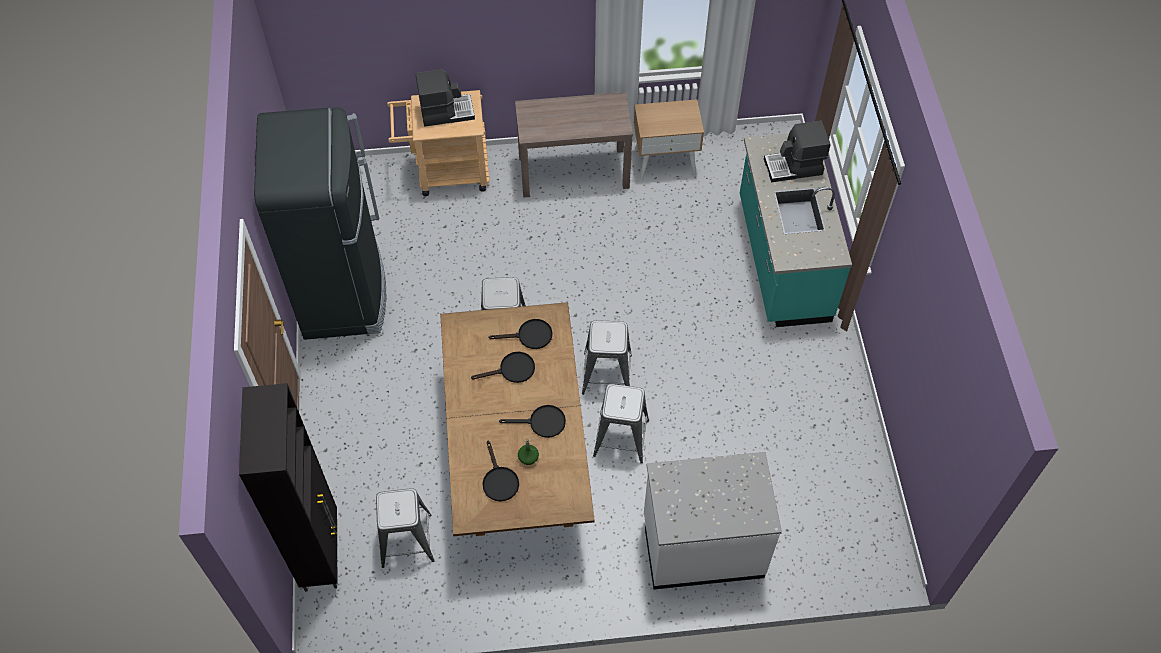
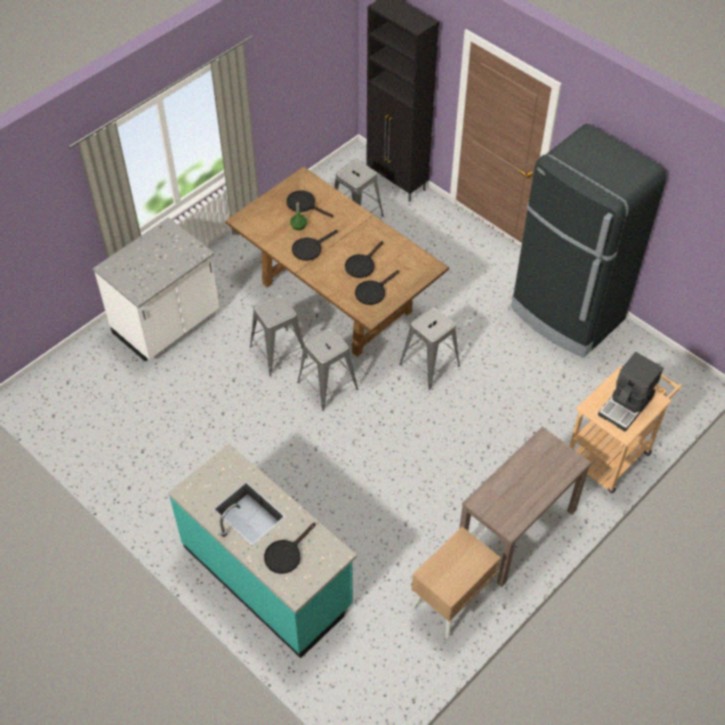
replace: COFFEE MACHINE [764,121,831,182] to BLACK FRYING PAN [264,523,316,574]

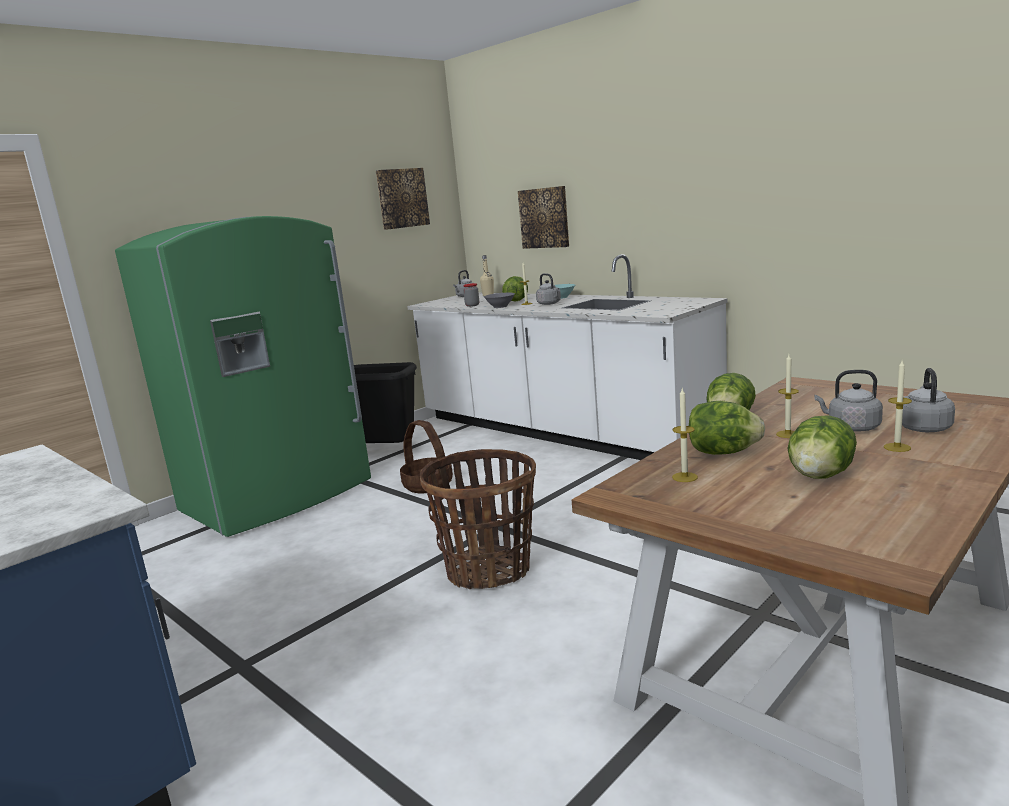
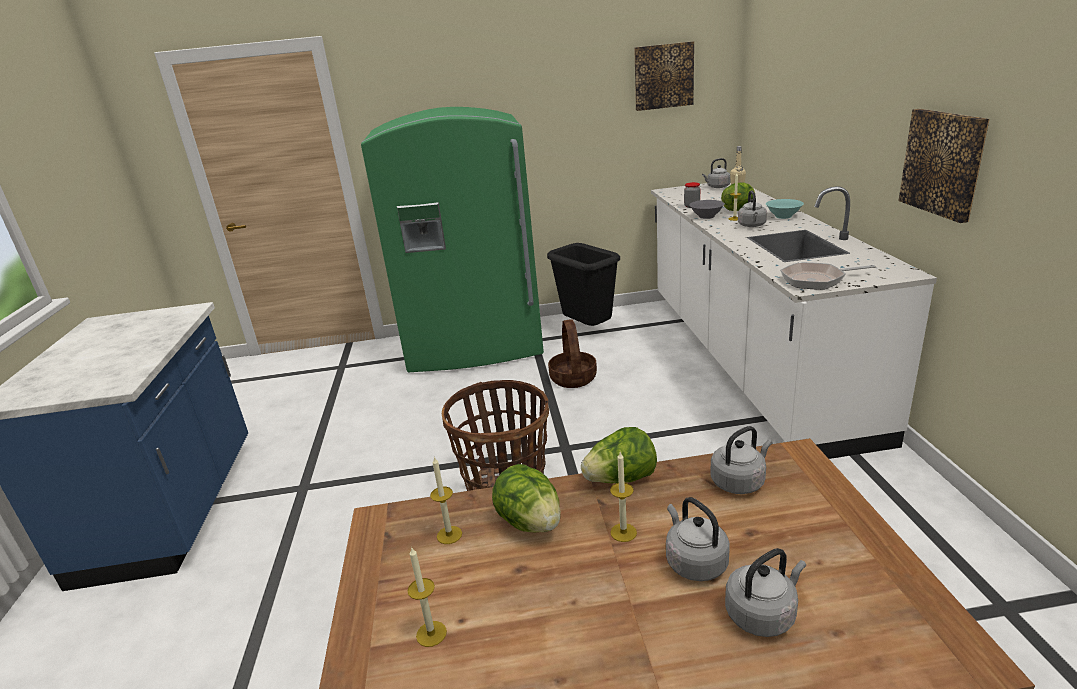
delete: LETTUCE [788,416,857,479]
insert: GREY KETTLE [710,426,772,494]; FRYING PAN [780,262,875,290]
move: CANDLE [884,360,912,452] to [408,548,447,647]; PICTURE [518,186,569,249] to [898,109,990,223]

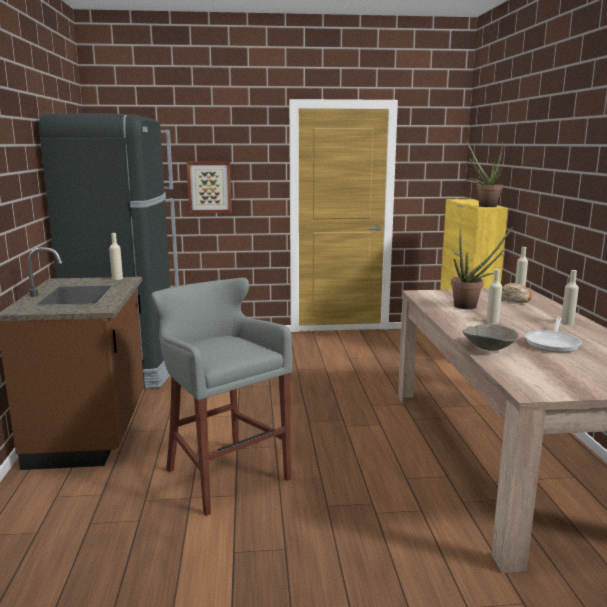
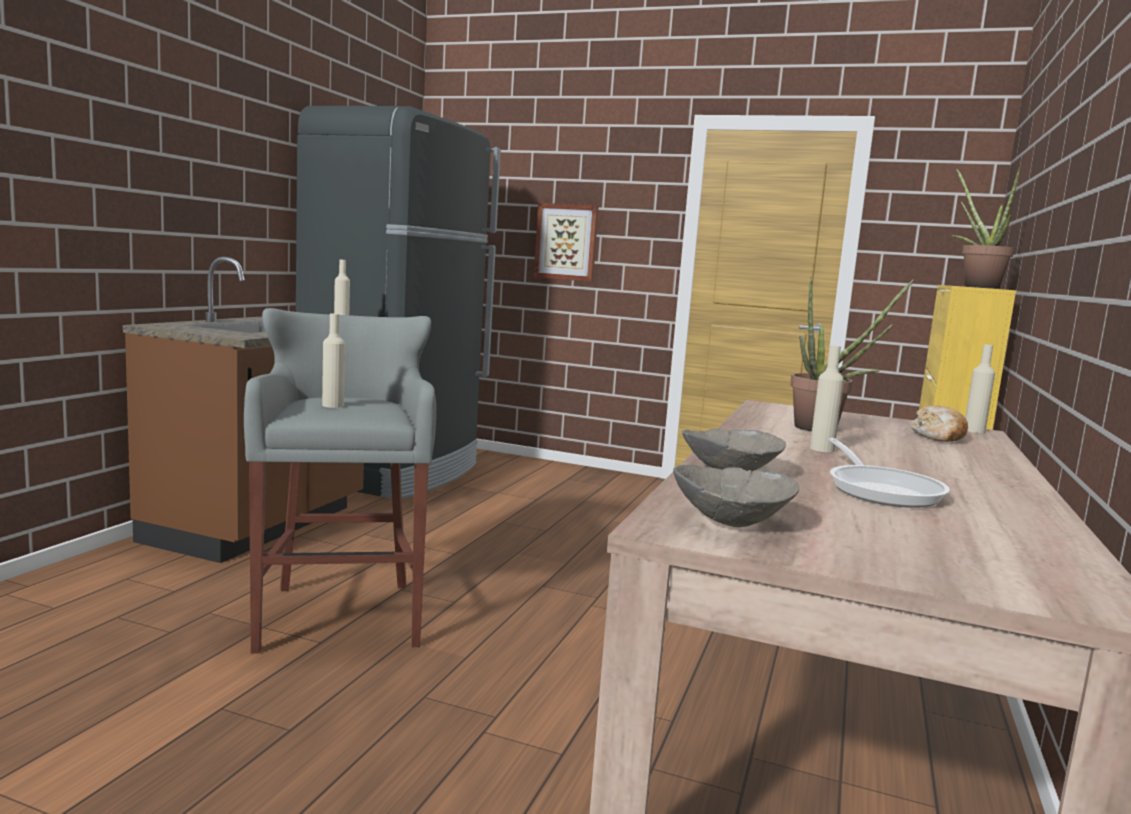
insert: GREY BOWL [673,464,800,527]
move: BEIGE BOTTLE [561,270,579,325] to [322,314,345,408]
rotate: FRYING PAN [525,317,582,352] = [828,438,950,508] 60 degrees counterclockwise

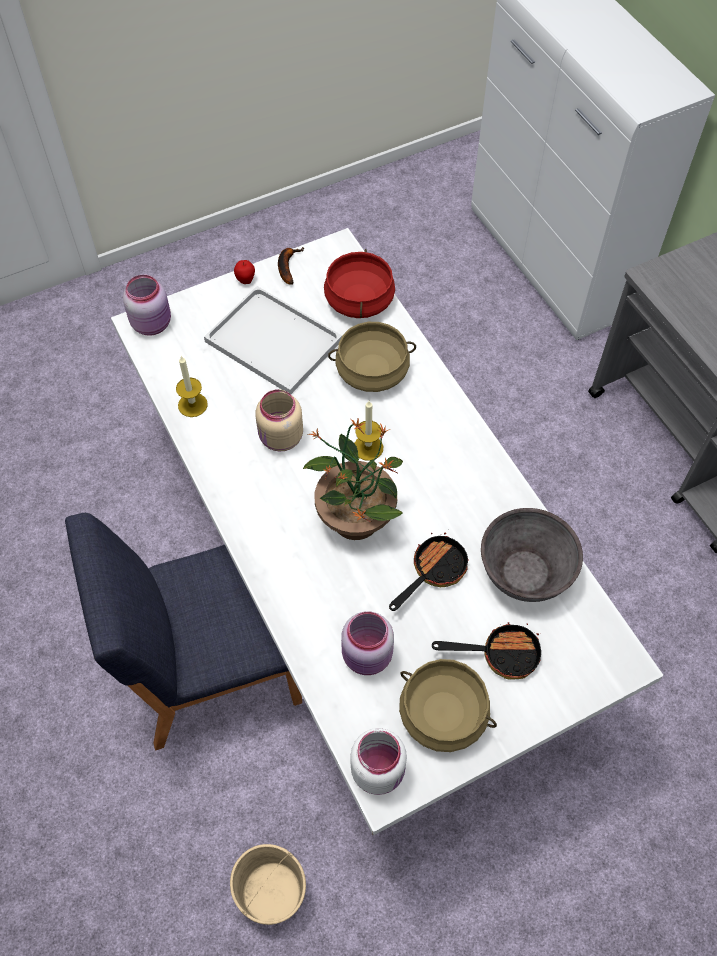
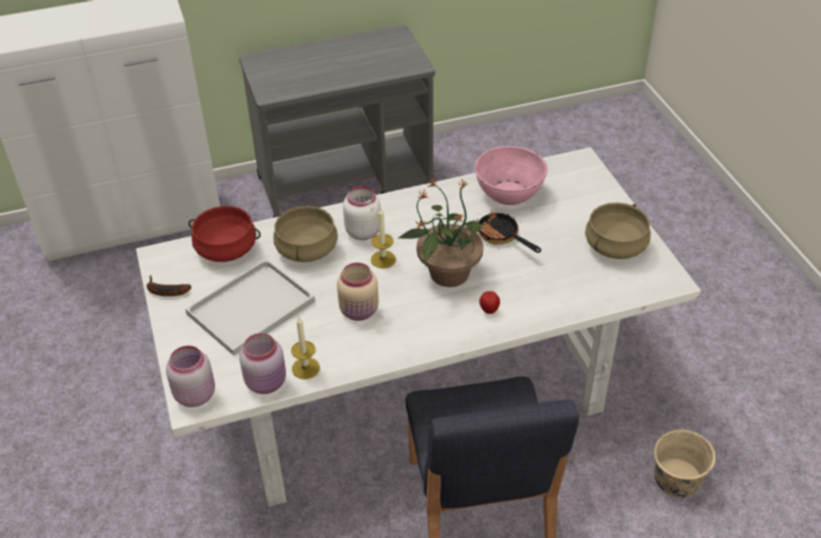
delete: FRYING PAN [432,622,541,680]
move: PINK JAR [341,611,394,675] to [239,333,286,394]; WHITE JAR [350,728,407,795] to [343,186,381,240]; APPLE [234,260,255,284] to [479,291,500,314]
recolor: GREY BOWL [481,508,583,602] to PINK BOWL [474,146,548,205]

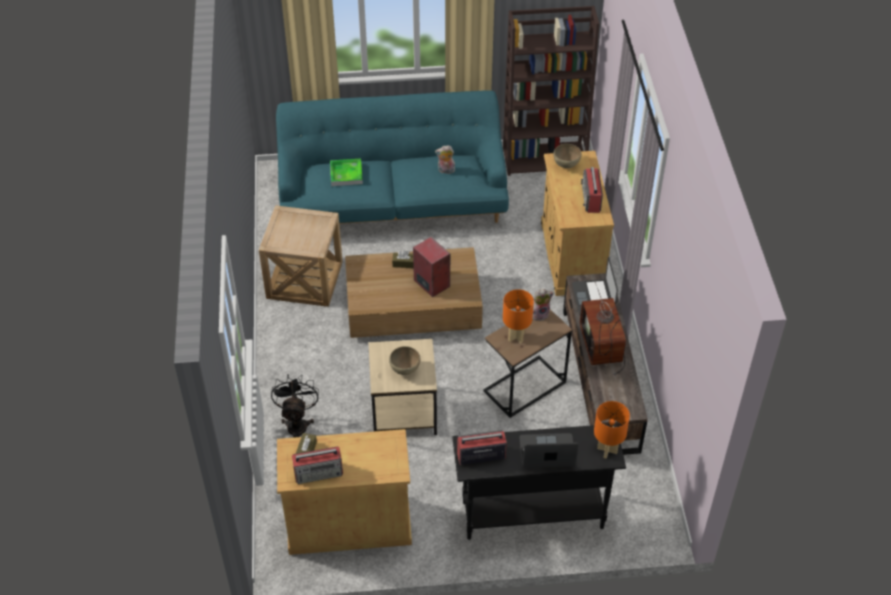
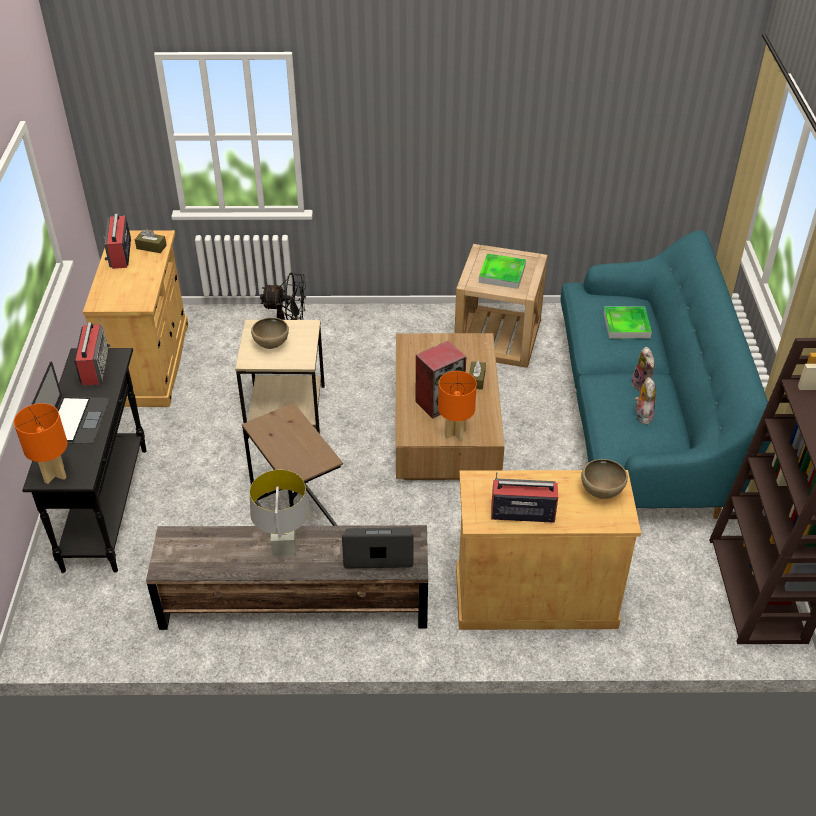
insert: TRAY [479,254,526,289]
move: ORANGE TABLE LAMP [503,289,534,343] to [438,371,477,441]; PLUSH TOY [533,289,554,321] to [632,347,656,391]
replace: TELEVISION [580,282,626,376] to GREY TABLE LAMP [250,470,310,557]

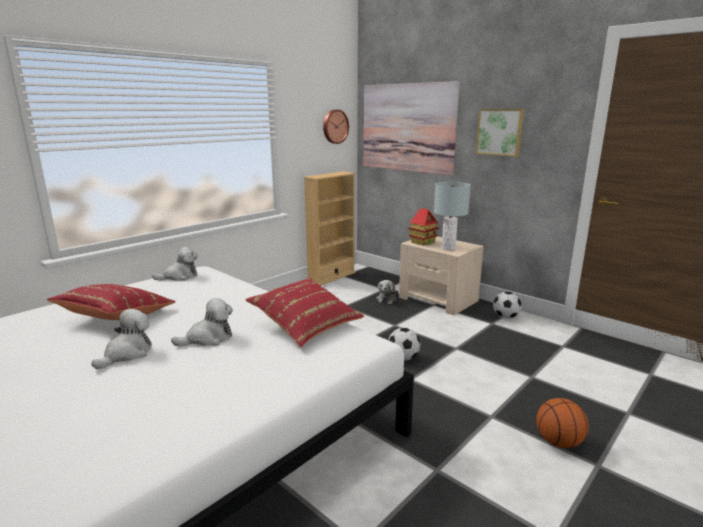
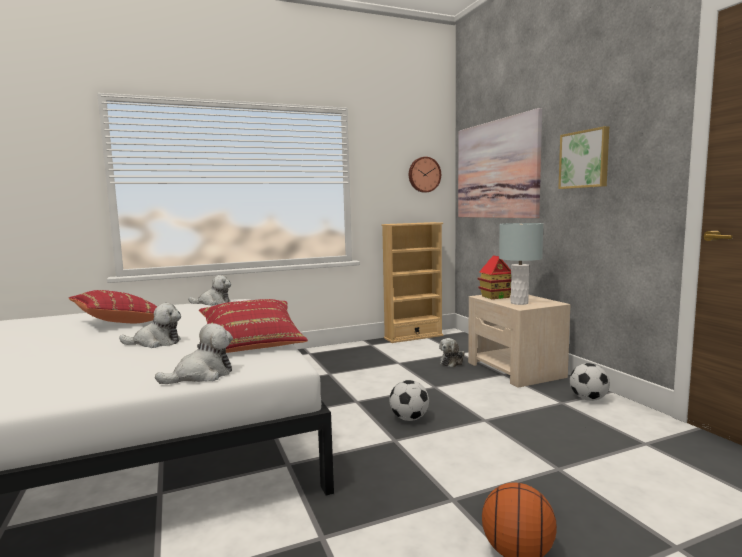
move: PLUSH TOY [91,309,152,369] to [155,323,233,384]

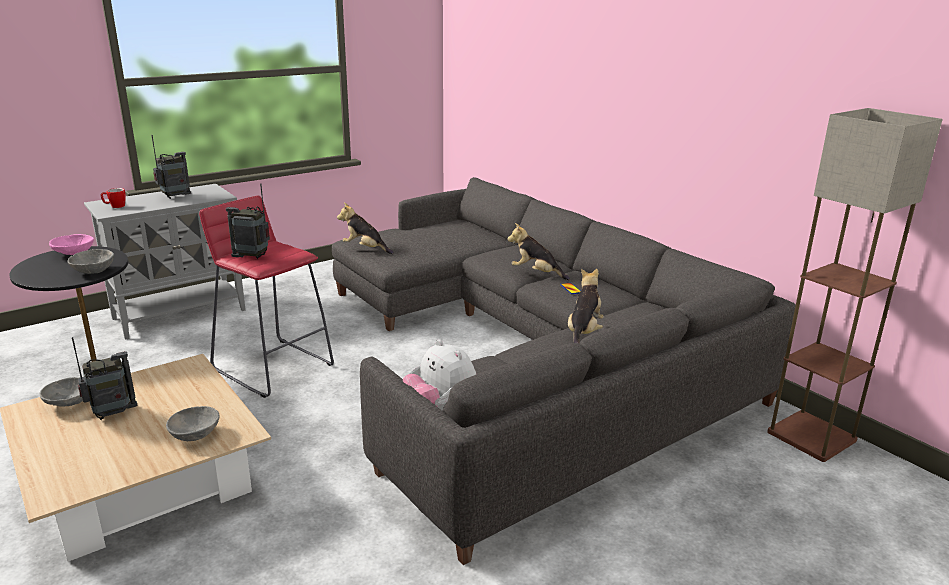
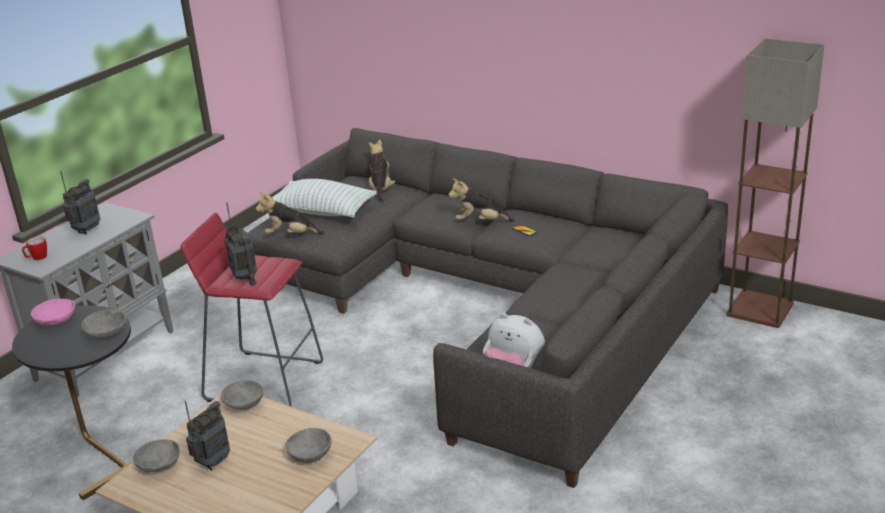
insert: GREY BOWL [220,380,264,410]; PILLOW [272,179,377,217]
move: PLUSH TOY [568,269,604,344] to [369,139,395,203]
rotate: RADIO [226,183,270,259] = [224,202,257,285] 105 degrees counterclockwise

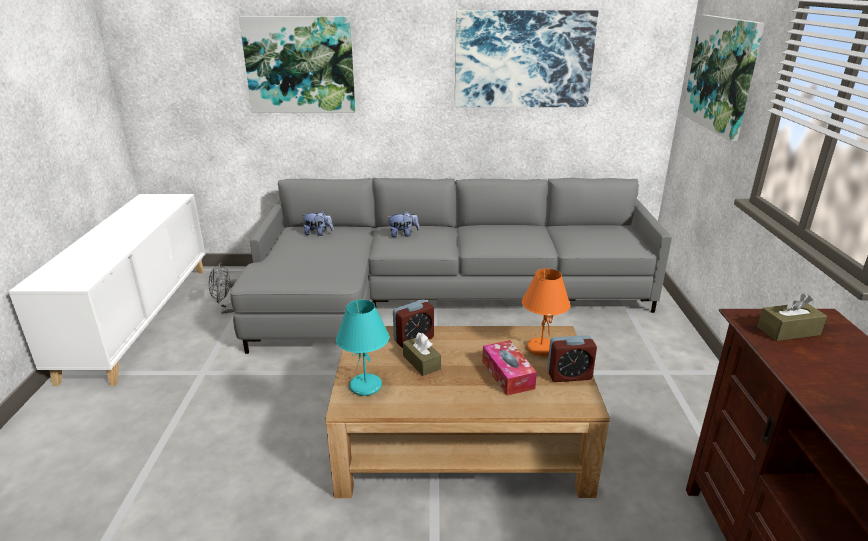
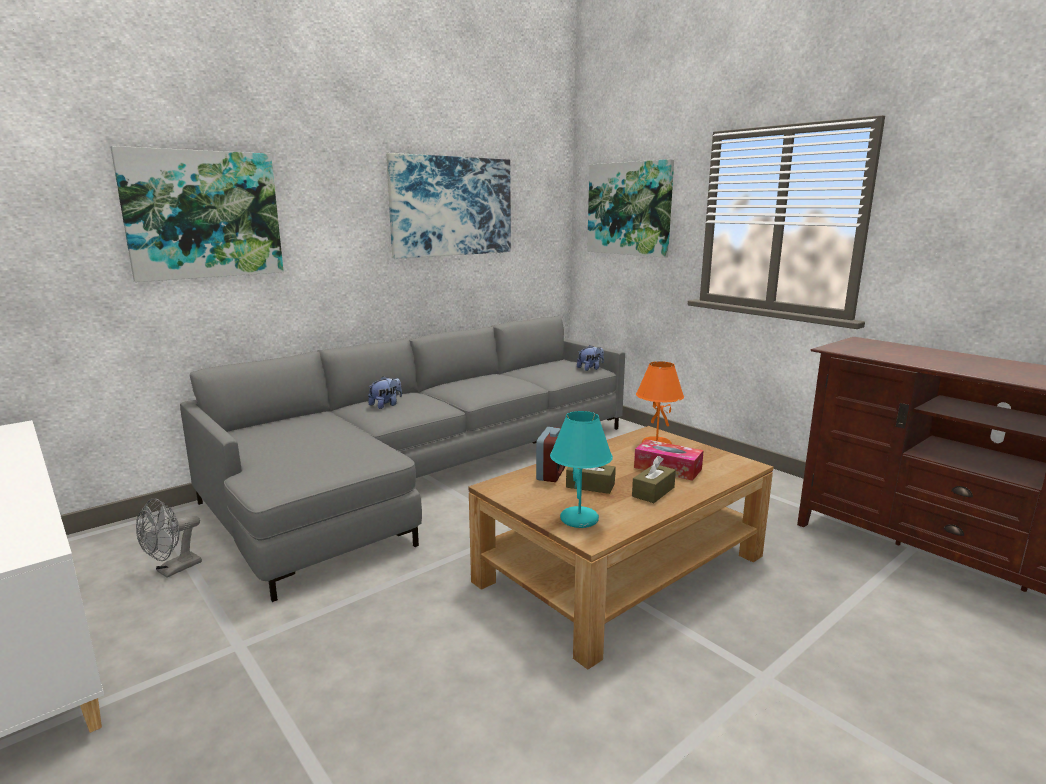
delete: ALARM CLOCK [547,335,597,382]
move: PLUSH TOY [302,210,334,236] to [577,345,604,371]; BROWN TISSUE BOX [757,293,827,341] to [632,456,676,503]

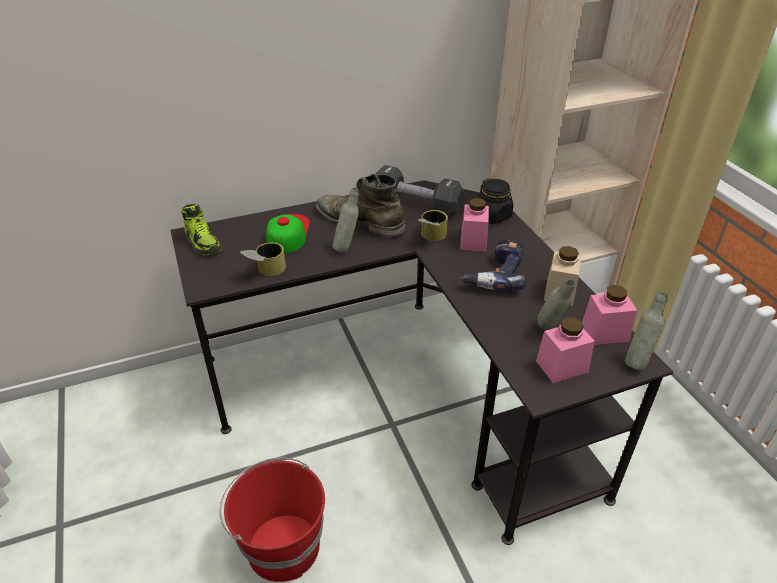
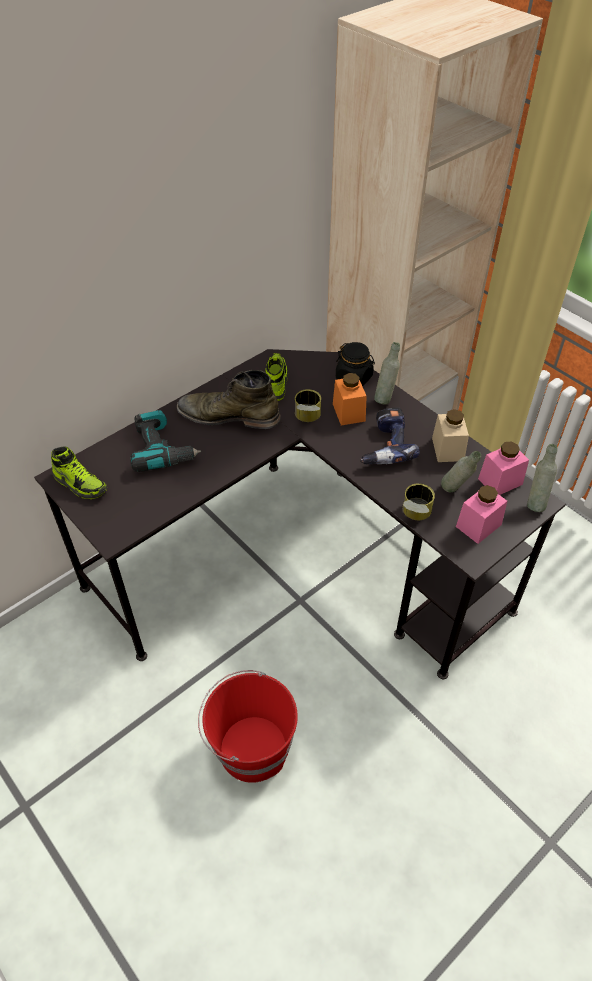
move: GREY BOTTLE [332,188,359,253] to [374,342,400,405]; CAN [240,242,286,276] to [403,483,435,520]
replace: CAP [266,214,310,253] to POWER DRILL [130,410,201,472]; BLACK DUMBBELL [375,165,464,218] to SHOE [265,353,288,401]
recolor: PINK JAR [460,198,489,252] to ORANGE JAR [333,373,367,426]

